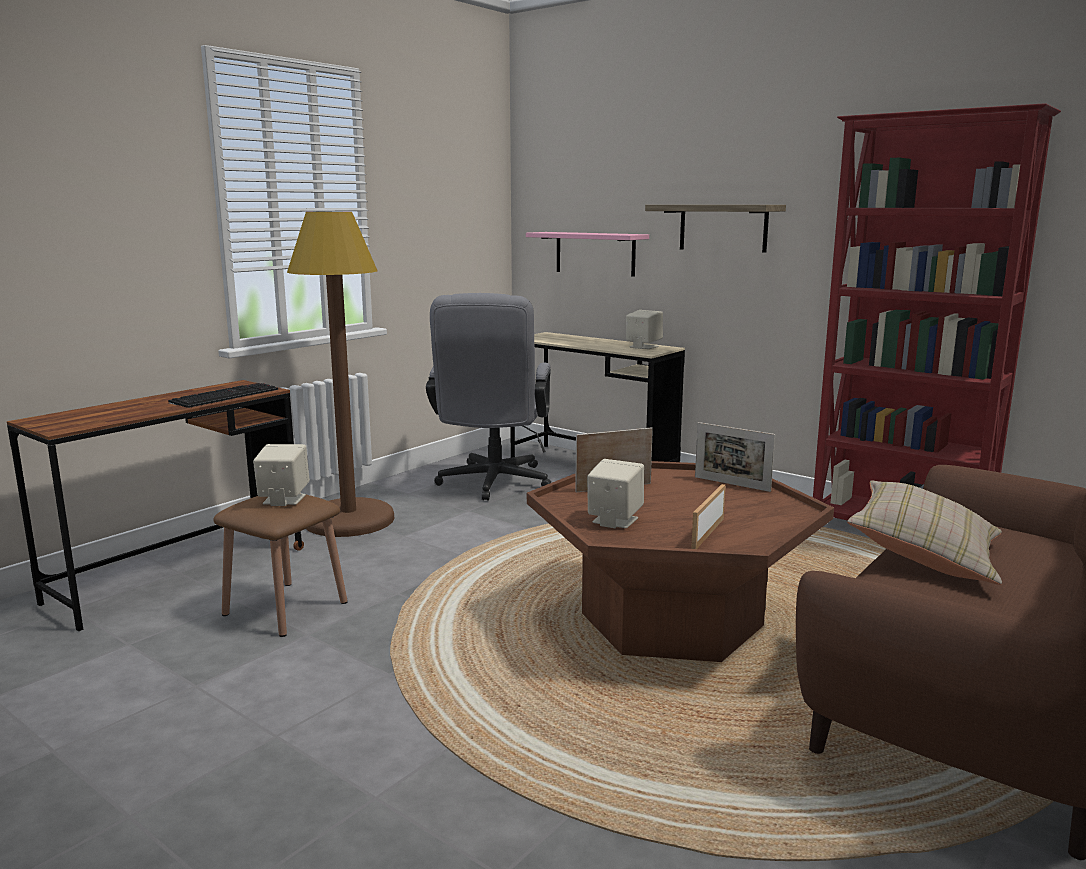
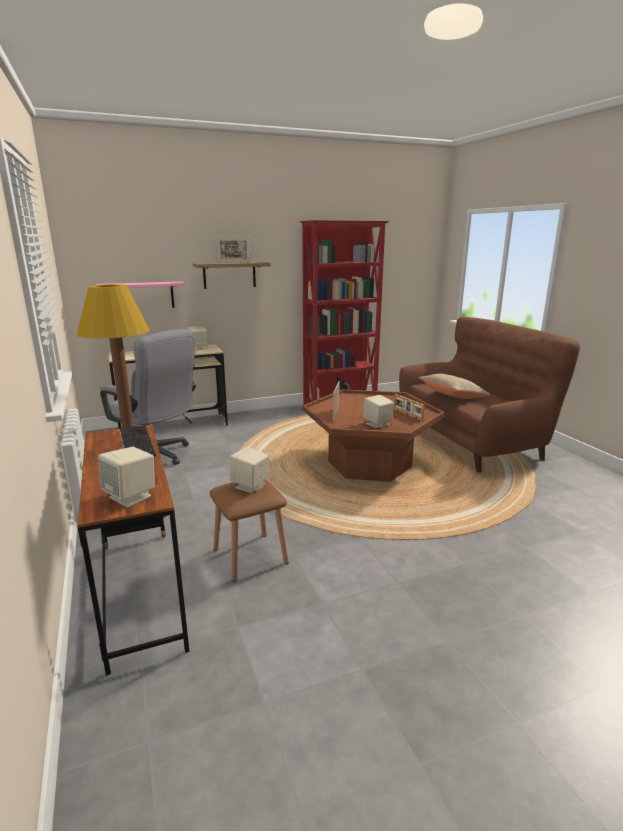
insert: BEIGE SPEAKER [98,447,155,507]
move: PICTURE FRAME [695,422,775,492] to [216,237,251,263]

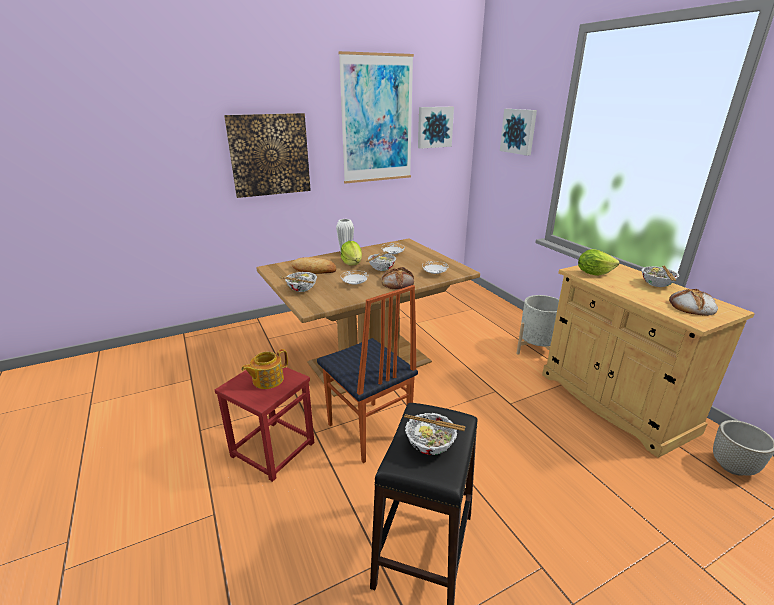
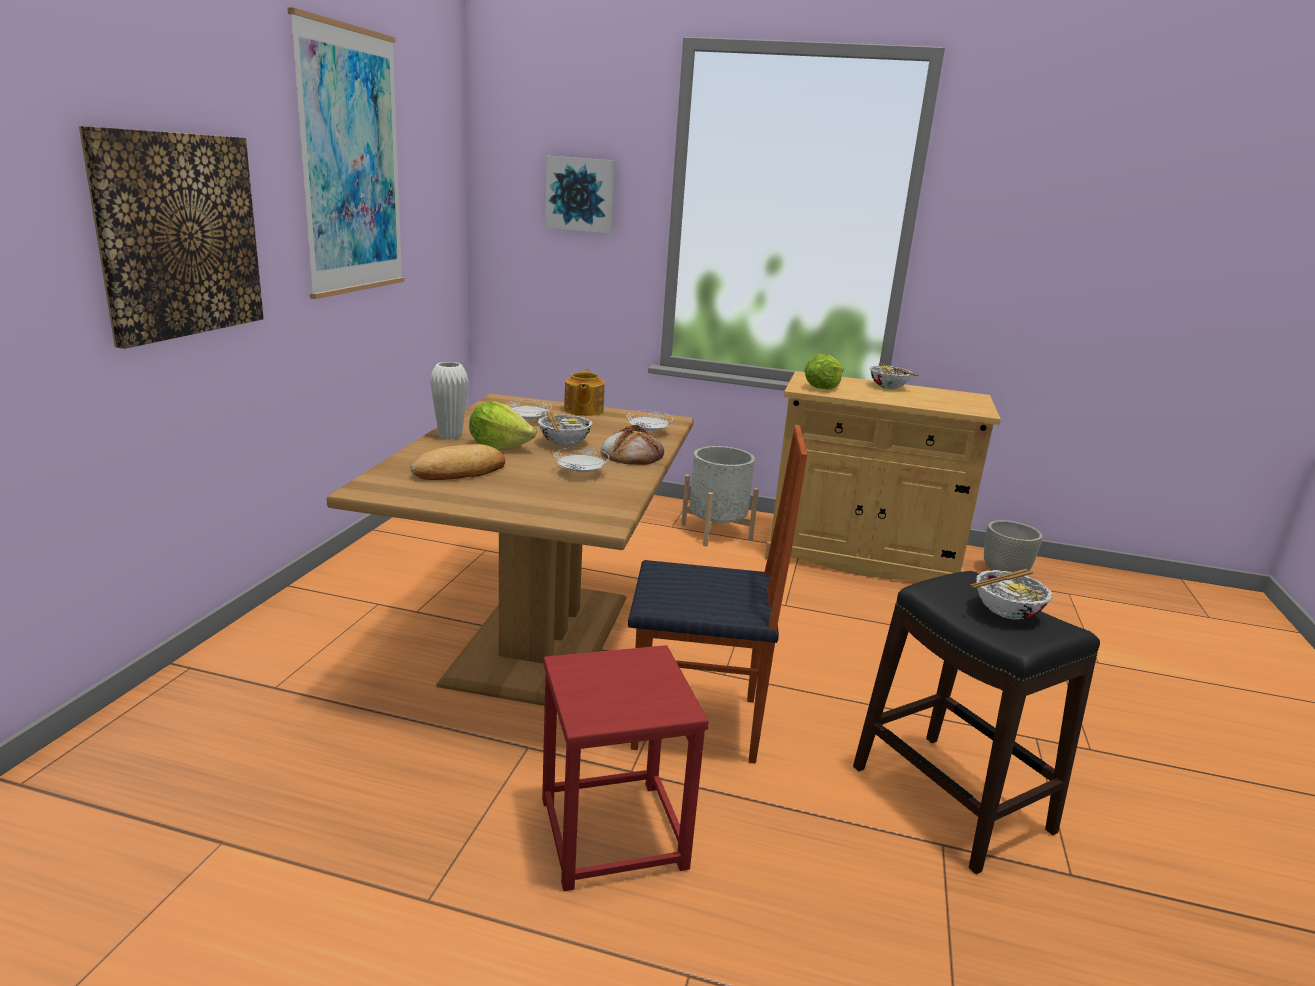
delete: BOWL [279,272,317,292]; PICTURE [418,107,454,149]; BREAD [669,289,718,316]
move: TEAPOT [241,349,288,389] to [564,369,605,416]

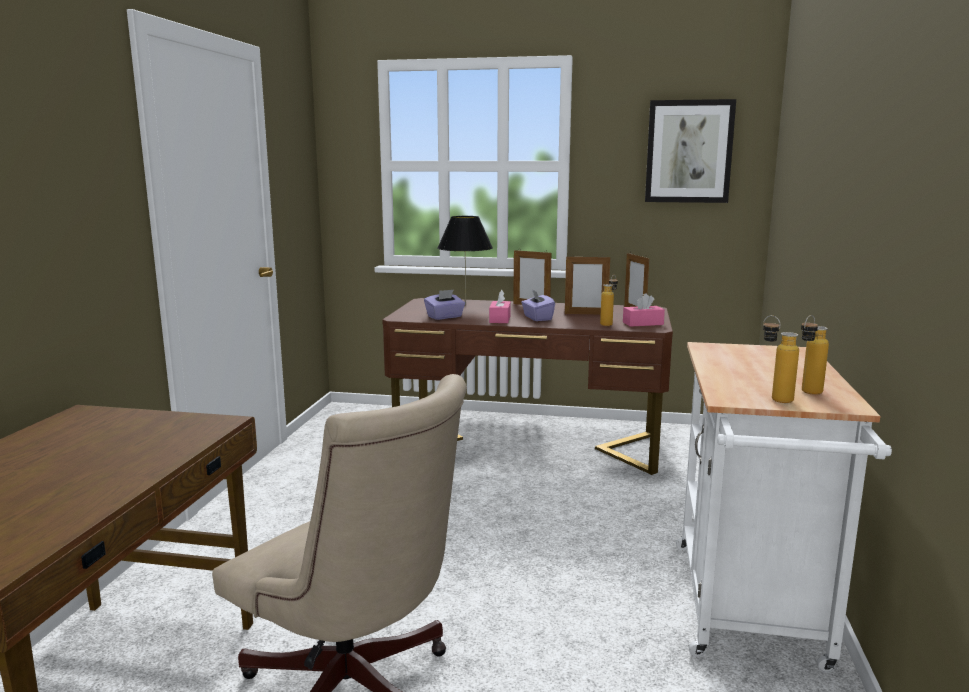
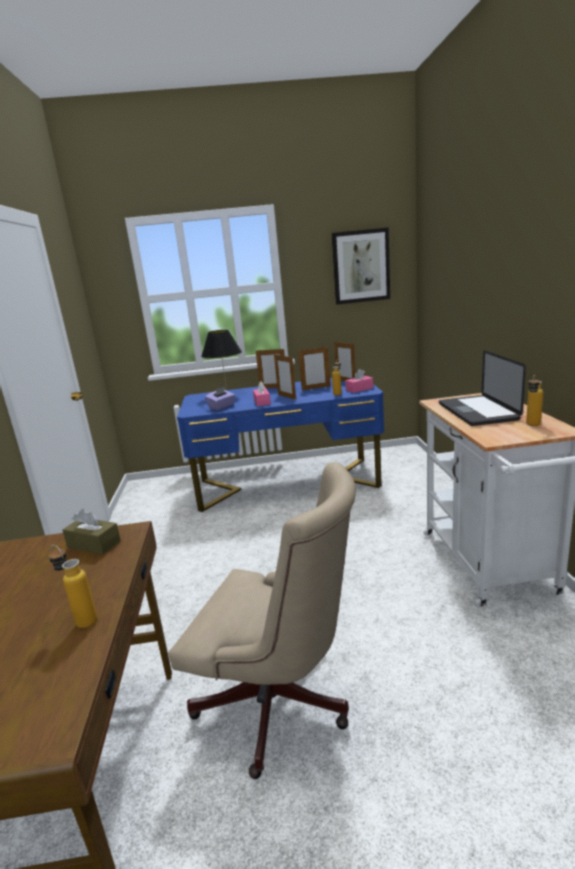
insert: BROWN TISSUE BOX [62,509,121,555]; LAPTOP [439,350,526,426]
move: BOTTLE [763,315,799,403] to [49,545,97,628]
replace: PURPLE TISSUE BOX [521,289,555,321] to PICTURE FRAME [274,353,296,400]
recolor: BROWN DESK [382,298,673,475] to BLUE DESK [177,378,384,512]

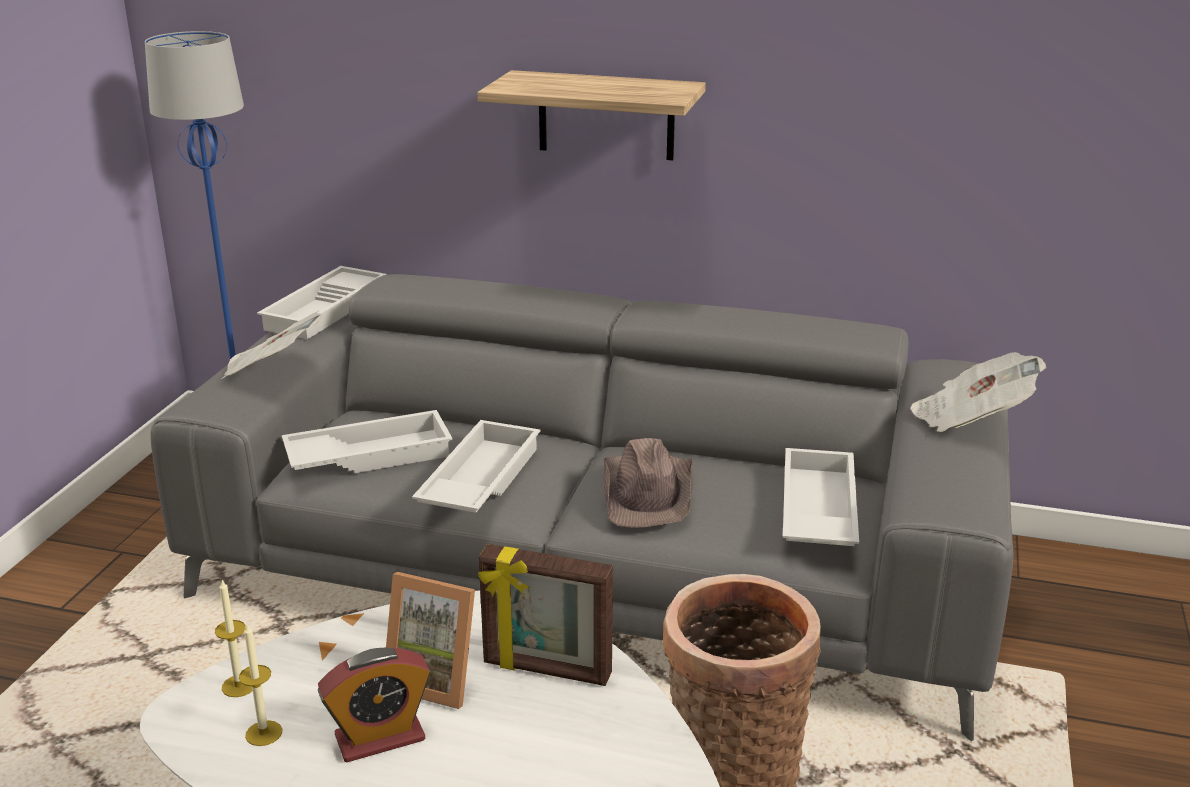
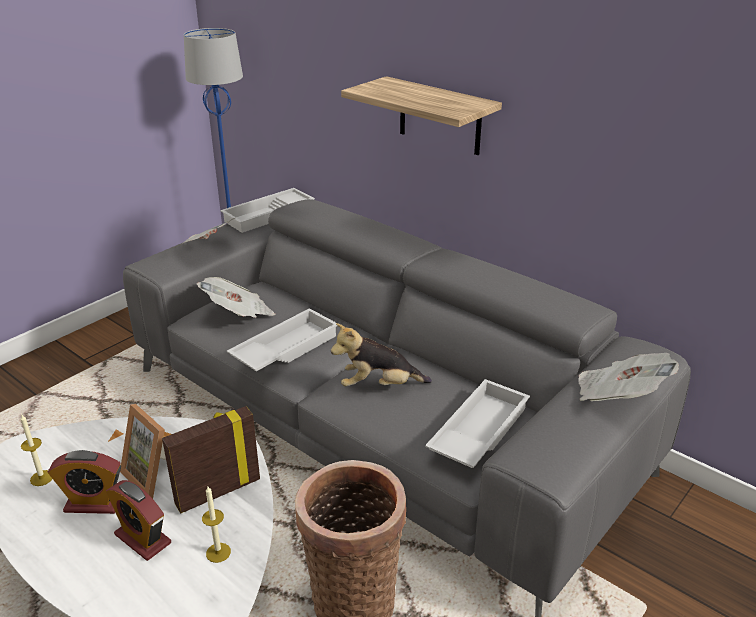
insert: ALARM CLOCK [106,480,171,561]
move: CANDLE [215,580,253,697] to [202,486,231,563]
replace: WHITE TRAY [282,410,453,473] to NEWSPAPER [197,277,276,318]; BROWN HAT [604,438,693,528] to PLUSH TOY [331,323,432,386]
rotate: PICTURE FRAME [478,544,613,686] = [162,406,260,513] 105 degrees clockwise

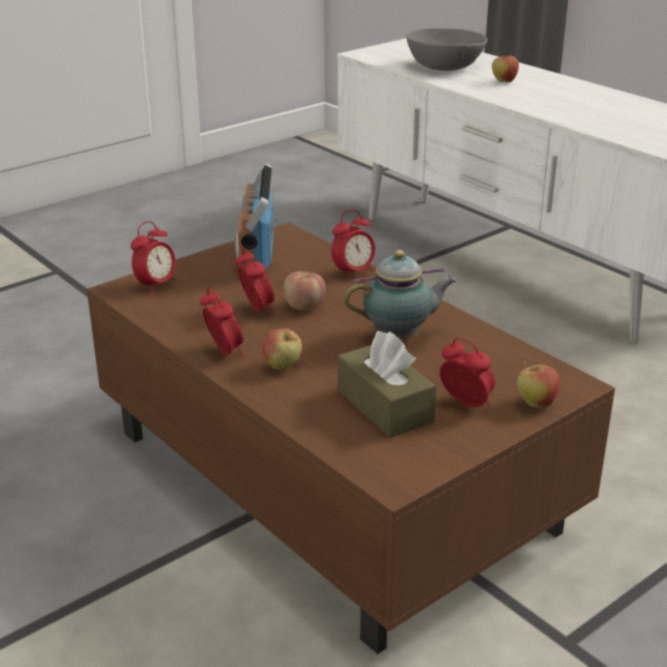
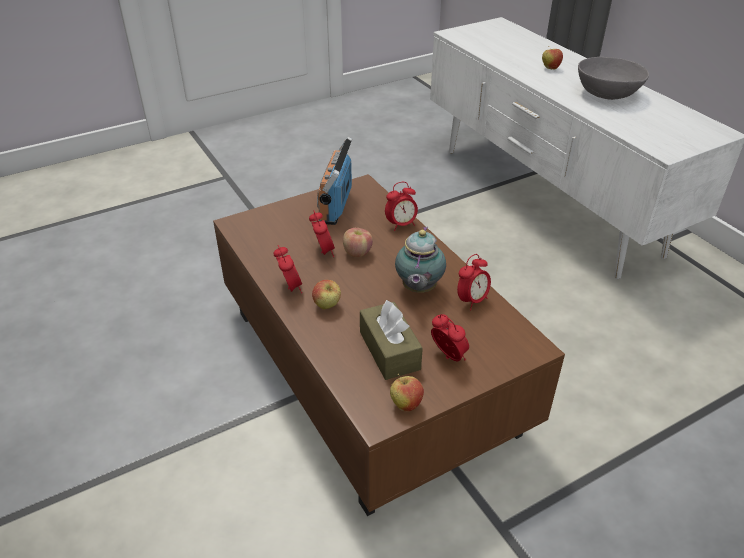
move: APPLE [517,362,560,408] to [390,374,424,412]; ALARM CLOCK [131,221,176,293] to [457,254,491,310]; GREY BOWL [406,28,488,71] to [578,57,649,100]
rotate: TEAPOT [344,250,456,340] = [395,226,446,293] 105 degrees clockwise

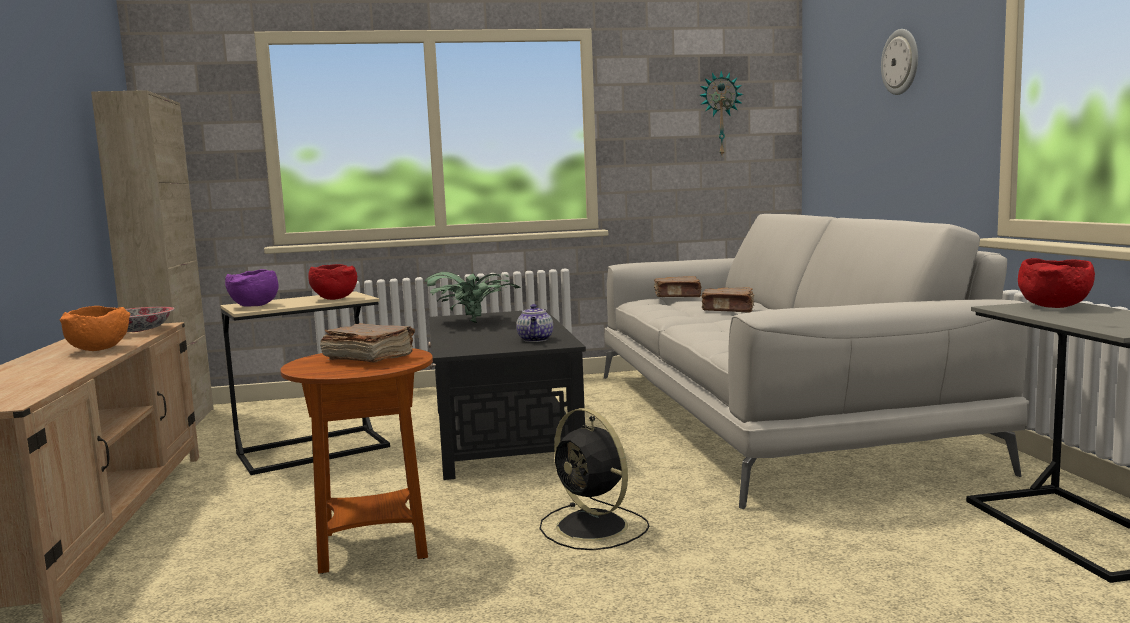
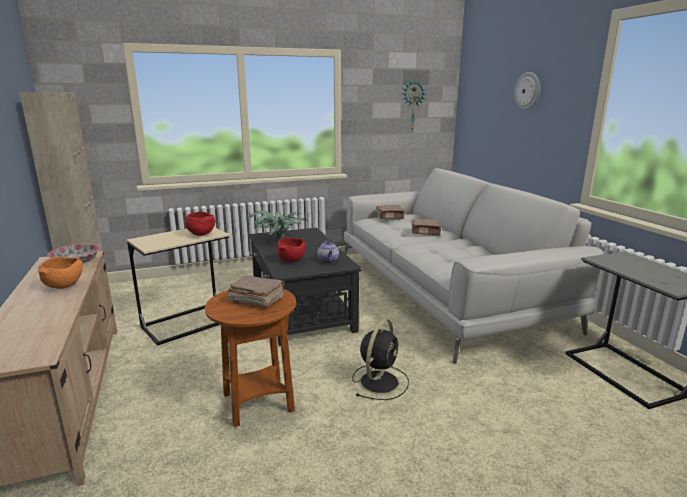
delete: PURPLE BOWL [225,269,279,306]
move: RED BOWL [1018,258,1095,308] to [277,237,306,262]
rotate: BLACK FAN [540,408,649,550] = [353,319,409,400] 105 degrees counterclockwise

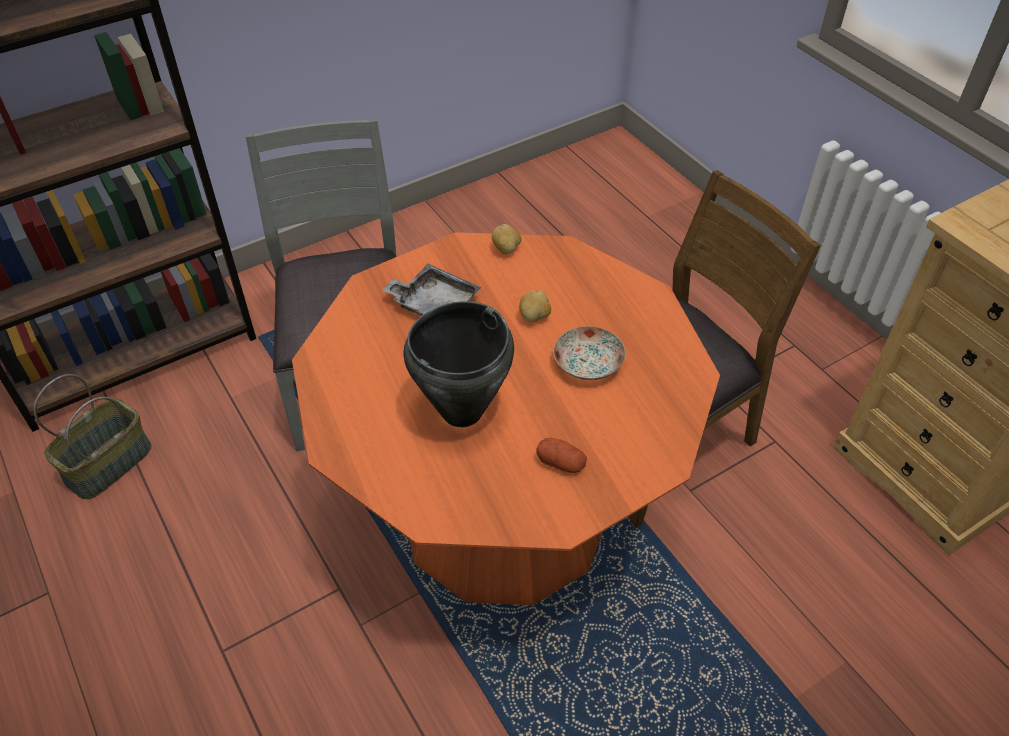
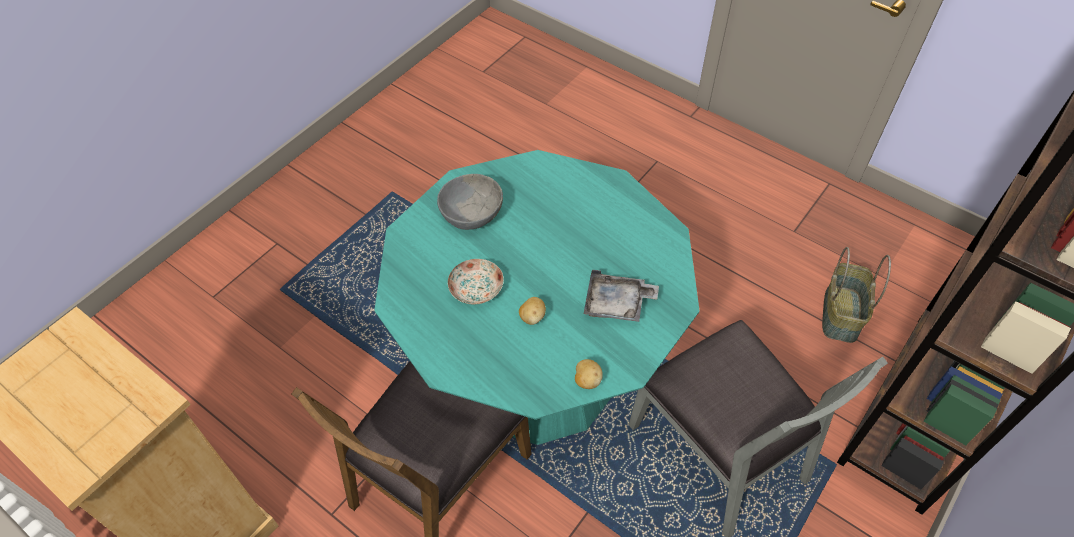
delete: BLACK COOKING POT [403,301,514,427]
replace: POTATO [536,438,587,473] to GREY BOWL [437,174,503,230]
recolor: ORANGE DINING TABLE [292,232,720,605] to TURQUOISE DINING TABLE [374,150,700,445]

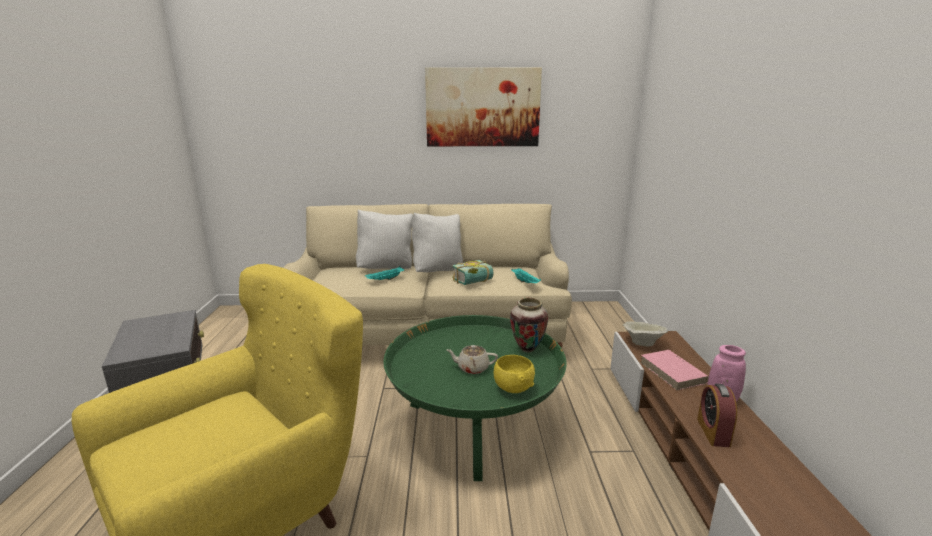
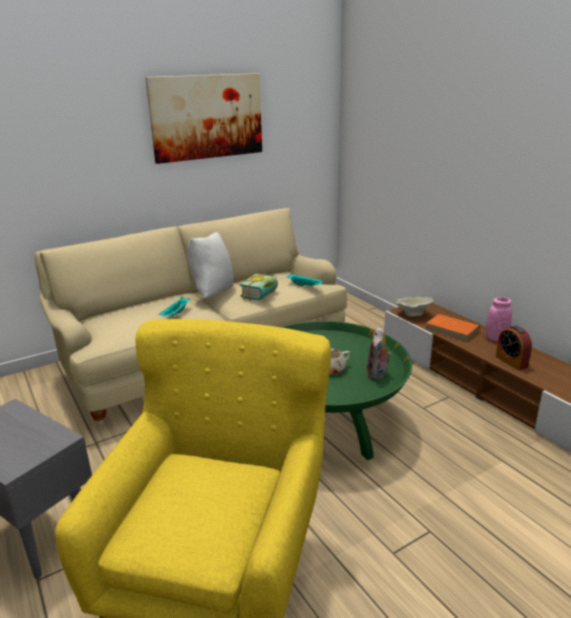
delete: WHITE PILLOW [356,209,413,269]; VASE [510,298,548,352]
replace: YELLOW BOWL [494,355,535,393] to PLUSH TOY [366,326,391,380]
recolor: PINK BOOK [640,350,709,390] to ORANGE BOOK [426,314,480,342]

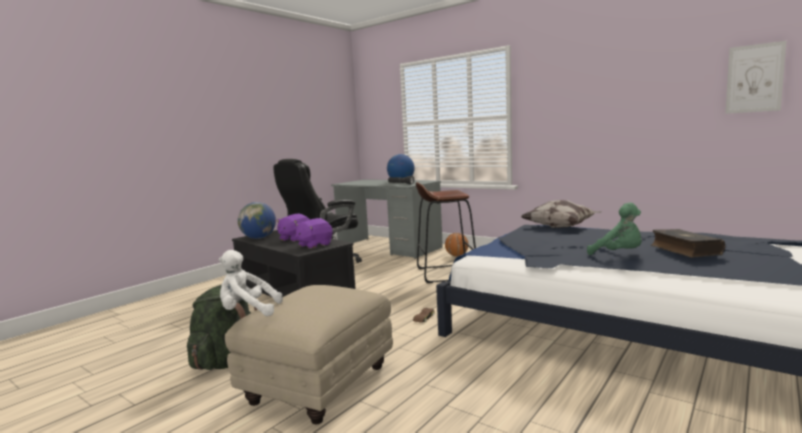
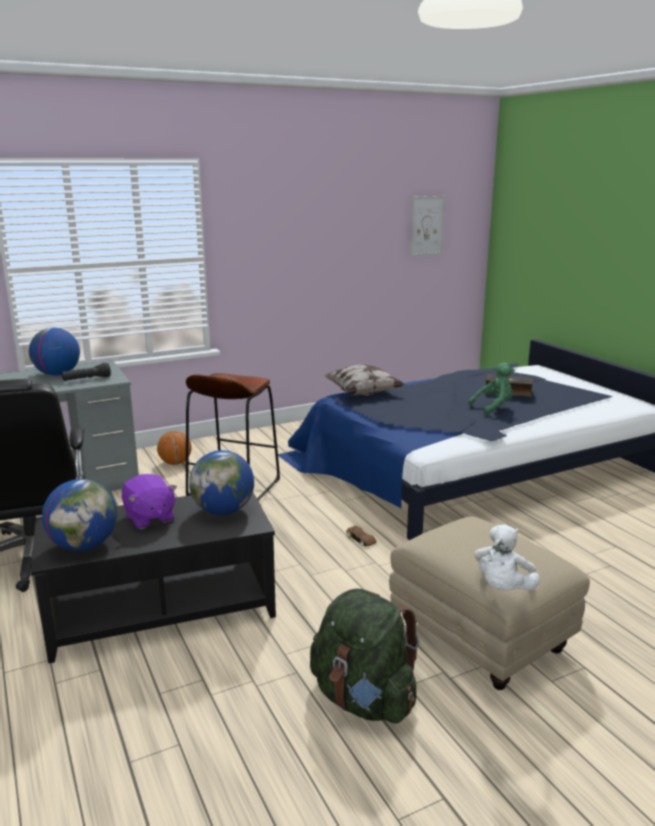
replace: PURPLE PLUSH TOY [295,218,333,249] to GLOBE [189,450,254,515]

